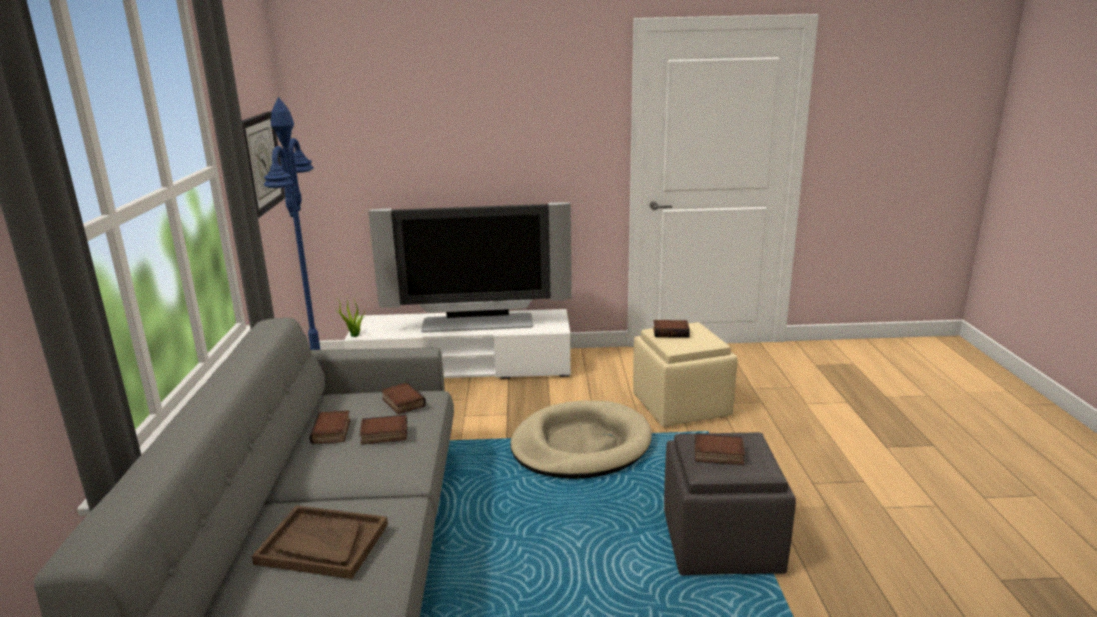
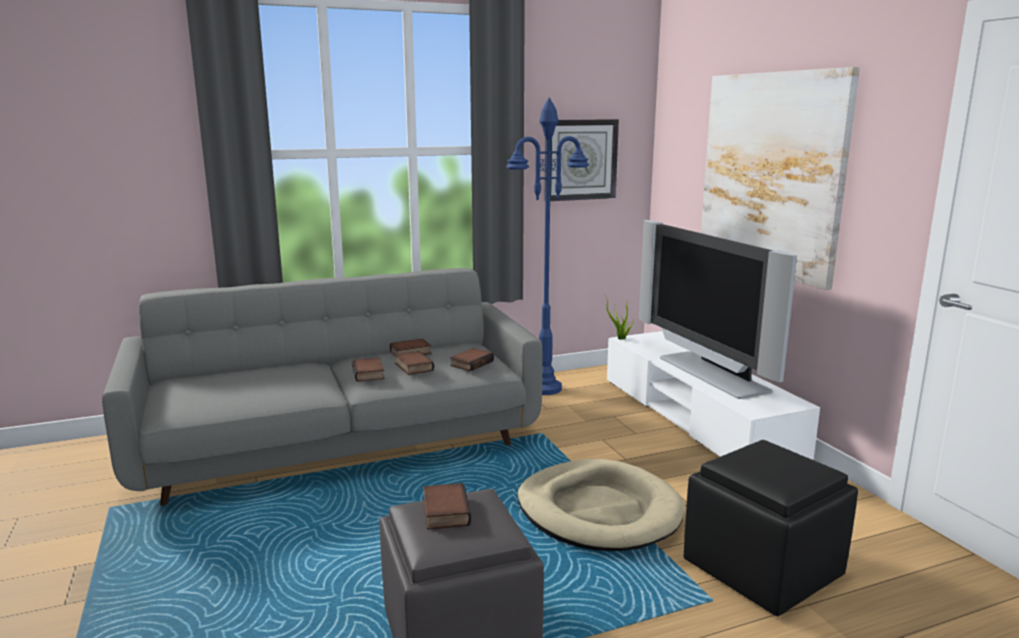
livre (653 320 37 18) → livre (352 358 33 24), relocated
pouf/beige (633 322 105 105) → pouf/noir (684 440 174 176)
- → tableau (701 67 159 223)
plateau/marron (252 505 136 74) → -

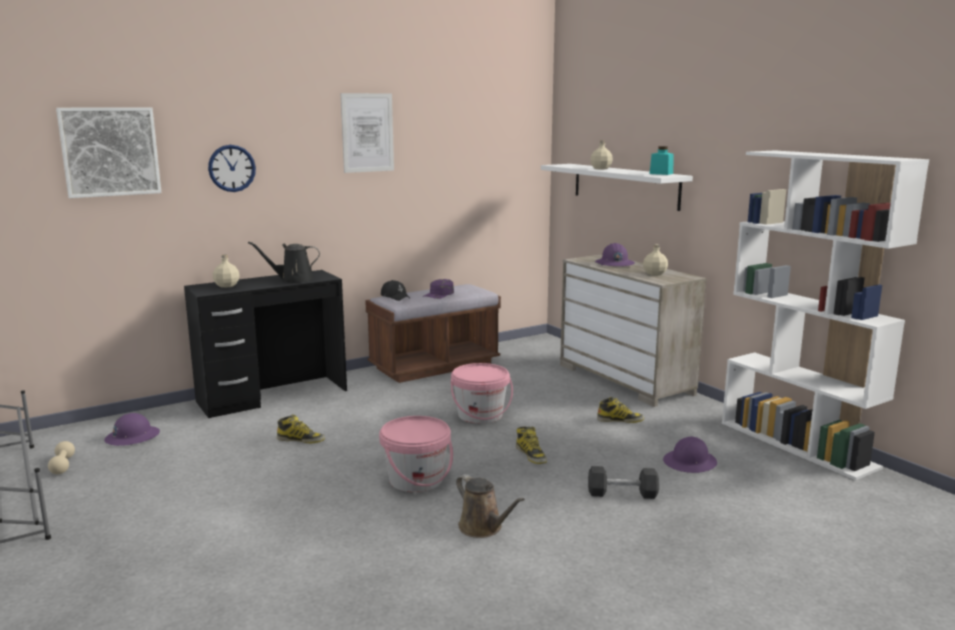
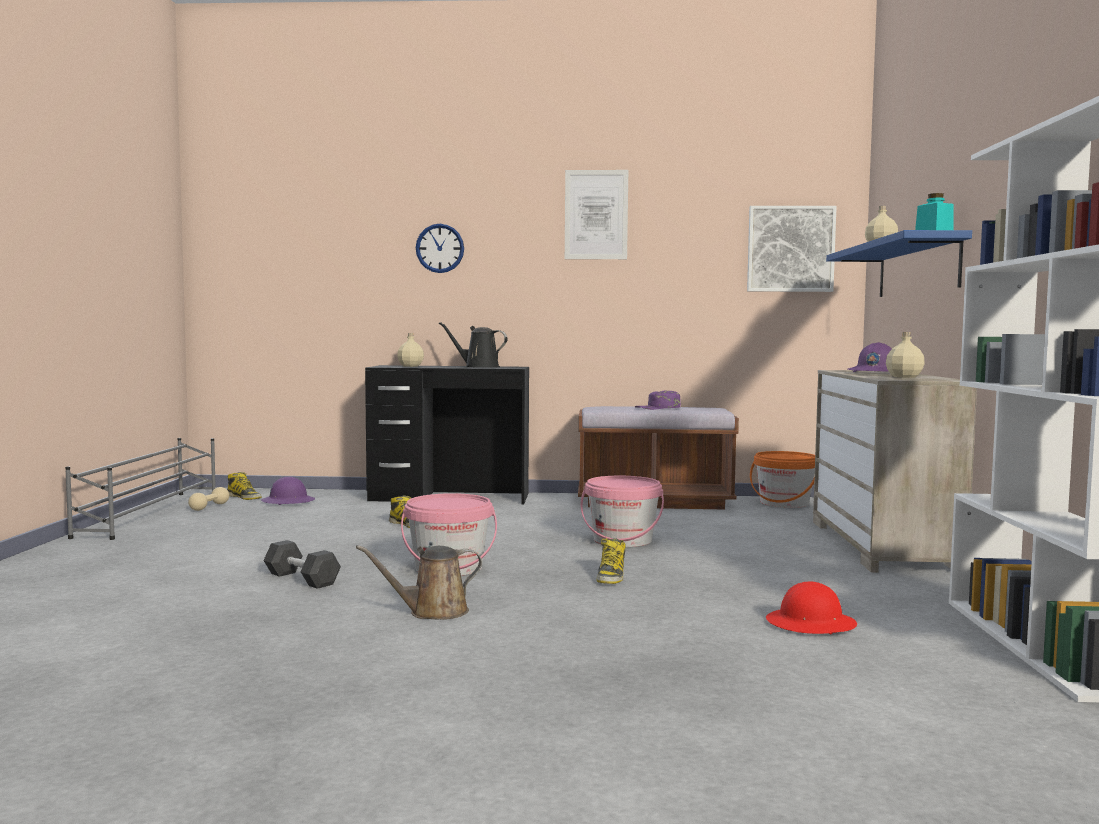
botte (597 397 47 26) → botte (227 472 35 28), relocated
haltère/gris (588 466 71 33) → haltère/gris (263 540 78 49), relocated
arrosoir/marron (456 474 69 64) → arrosoir/marron (356 545 126 75), 75 degrees clockwise
tableau (56 107 105 91) → tableau (747 206 90 86), relocated
- → seau/orange (750 451 65 57)
casque de chantier/violet (663 436 54 37) → casque de chantier/rouge (766 581 91 53)
étagère/blanc (541 164 152 47) → étagère/bleu (826 230 146 67)
casquette/noir (381 280 29 21) → -

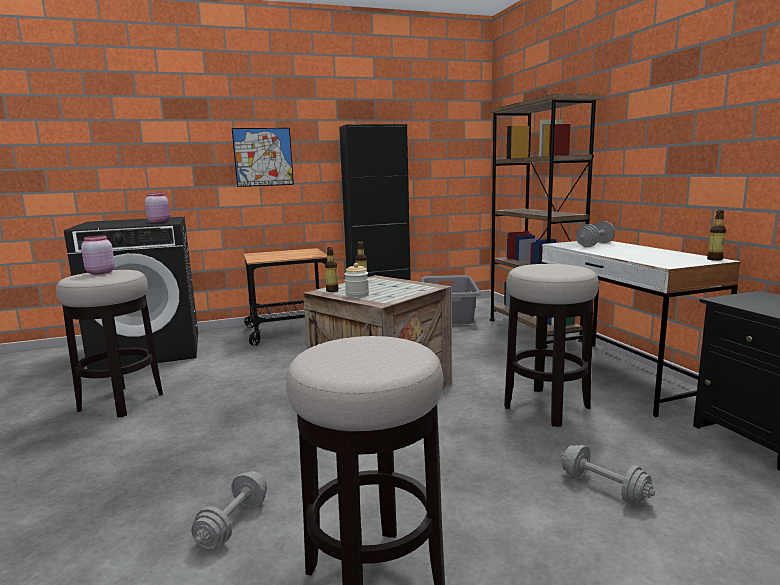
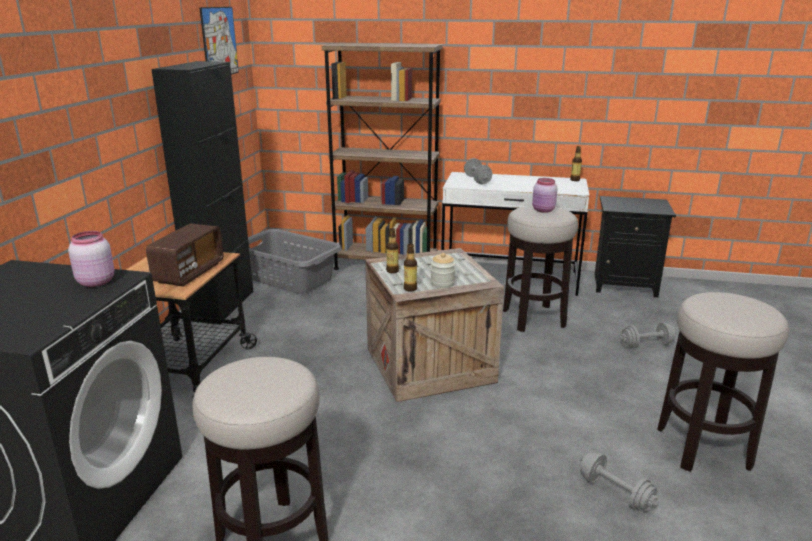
- → radio (146 223 78 63)
tableau (232 128 62 59) → tableau (199 7 40 67), relocated
bocal/rose (81 236 34 39) → bocal/rose (532 178 26 35), relocated

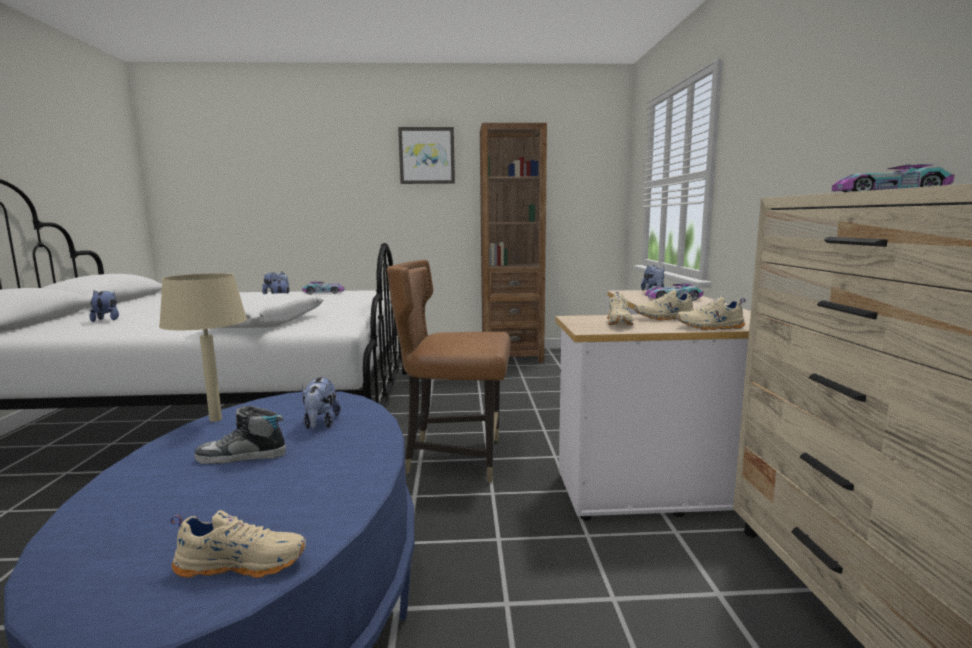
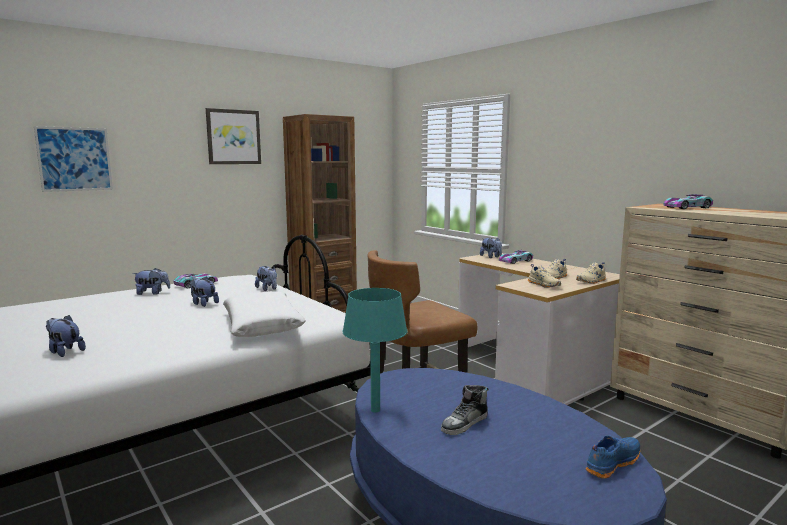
- → tableau (34 126 79 66)
peluche (302 377 39 52) → peluche (255 266 22 25), relocated
lampe de table/beige (159 273 88 149) → lampe de table/turquoise (342 288 65 125)
chaussure/beige (171 510 135 68) → chaussure/bleu (586 435 54 44)

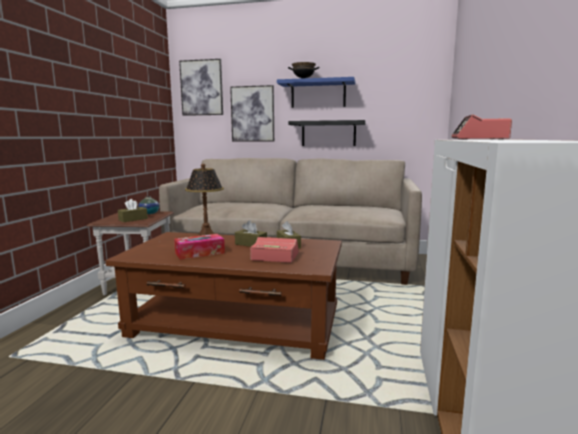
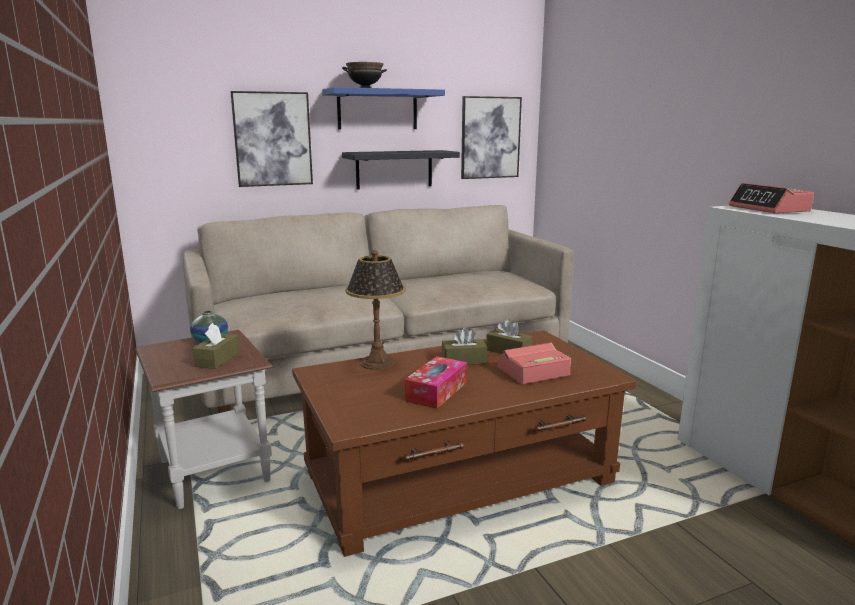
tableau (179 59 44 57) → tableau (461 96 61 83), relocated

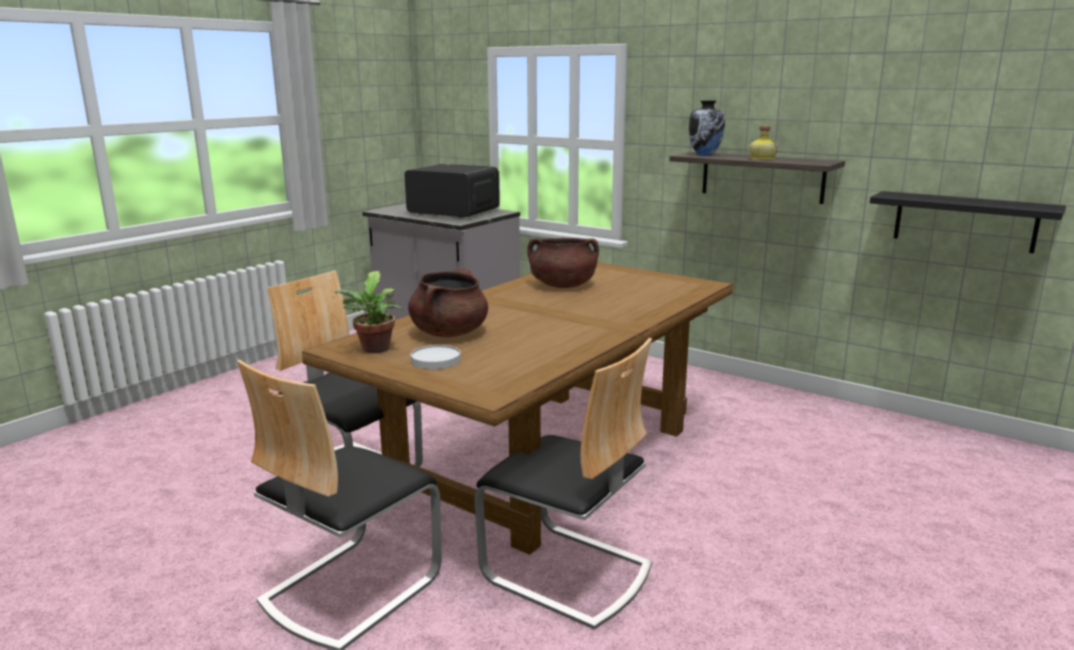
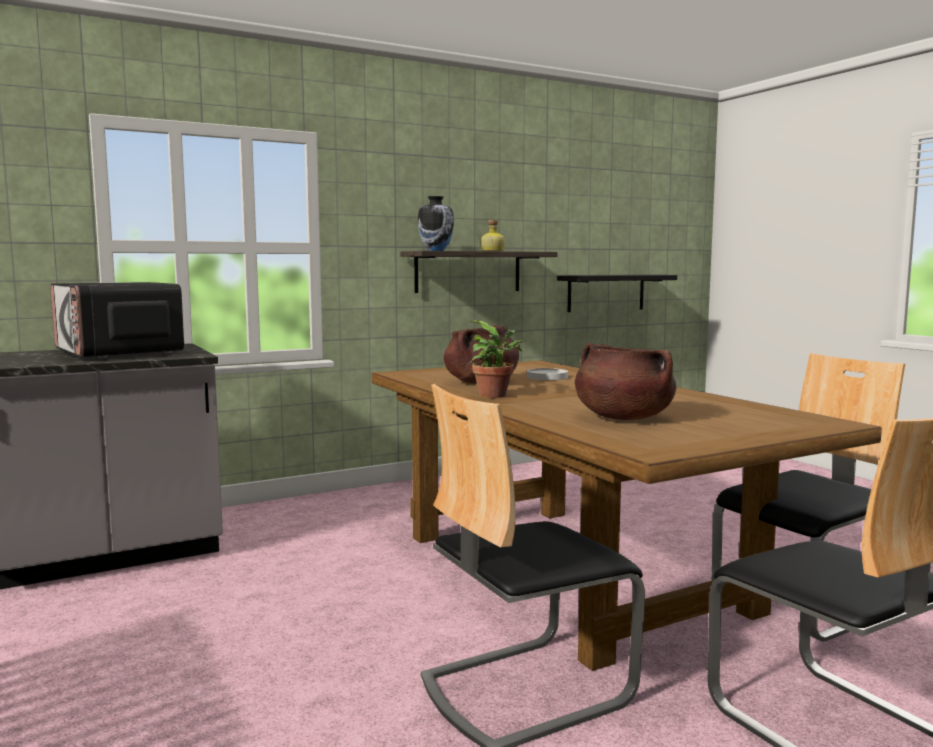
micro-ondes (404 164 96 55) → micro-ondes (51 282 133 77), 90 degrees counterclockwise
plante en pot (335 271 68 82) → plante en pot (469 321 55 77), relocated
assiette/blanc (411 345 50 24) → assiette/blanc (527 368 41 12), relocated

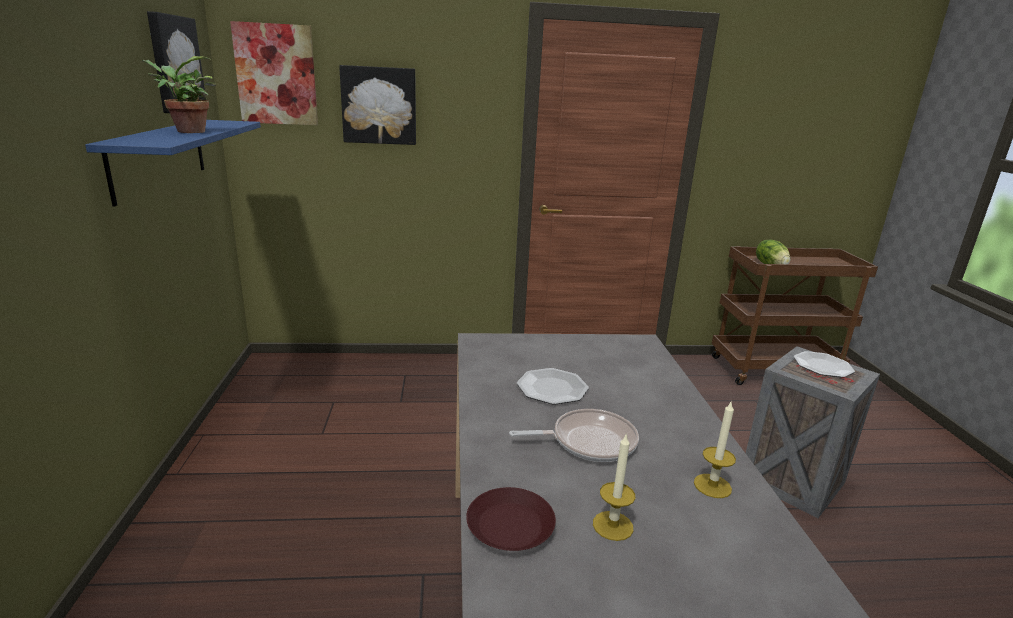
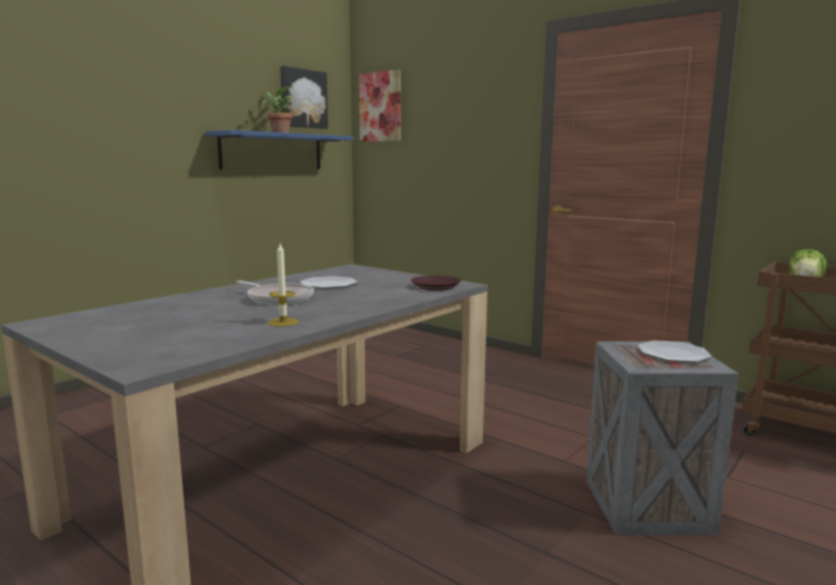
assiette/marron (466 487 90 64) → assiette/marron (411 276 50 14), relocated
tableau (339 65 77 80) → -
bougie (593 433 42 108) → -

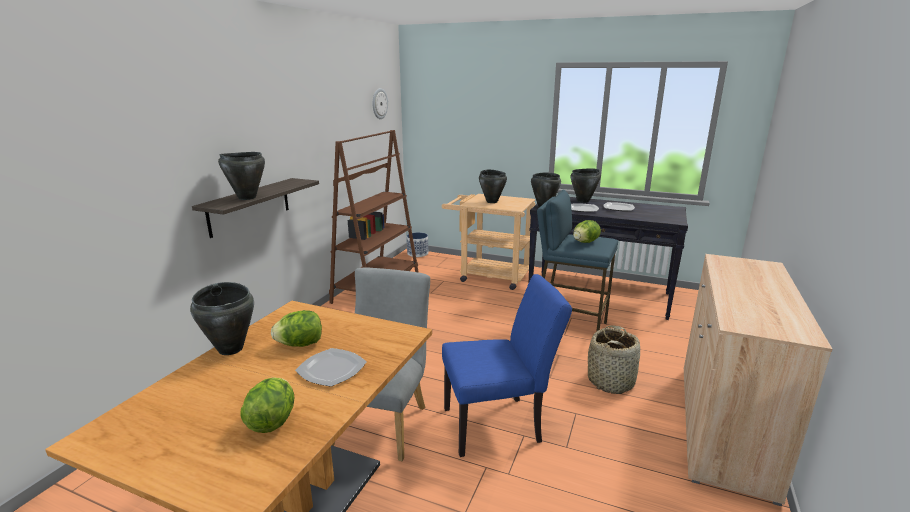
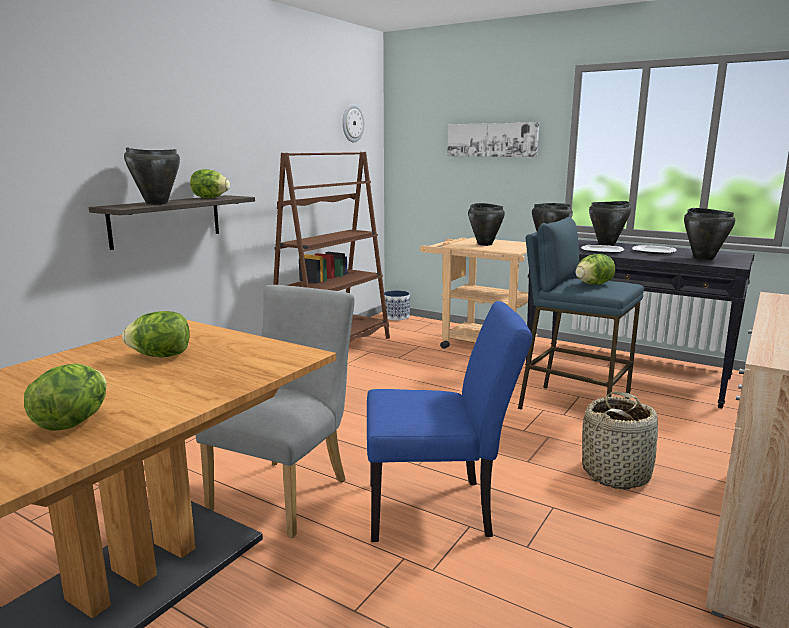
- → laitue (190 169 40 29)
- → tableau (447 122 92 35)
marmite/noir (190 282 64 73) → marmite/noir (684 208 51 52), relocated
assiette (295 348 72 39) → -

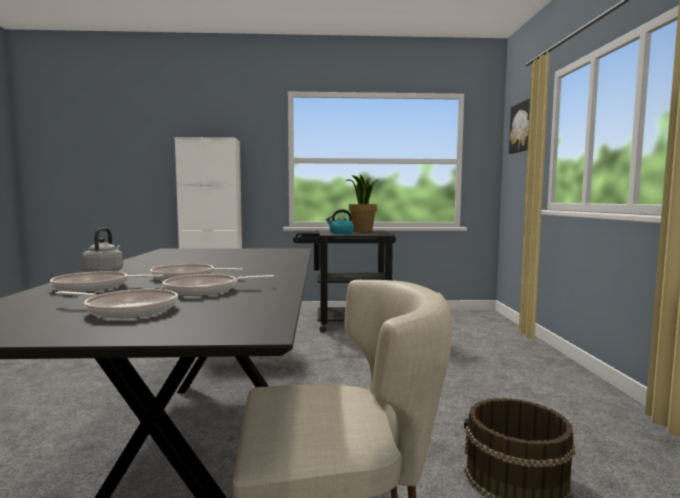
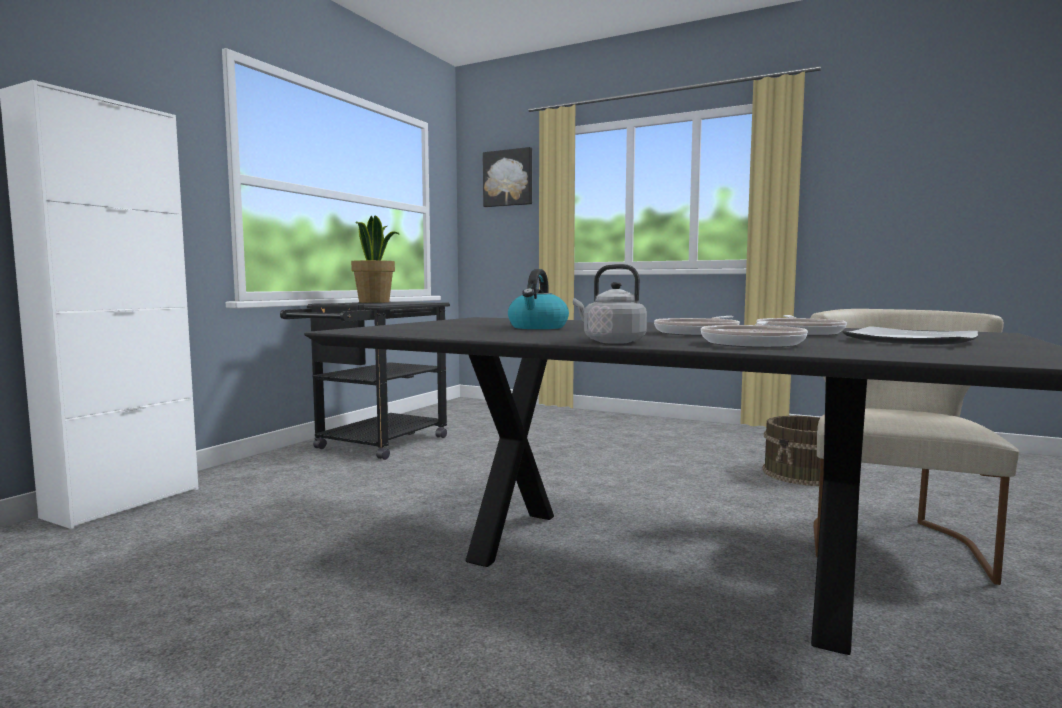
bouilloire (326 209 28 25) → bouilloire (508 269 61 60), relocated
poêle (55 289 123 30) → assiette (842 326 136 19)

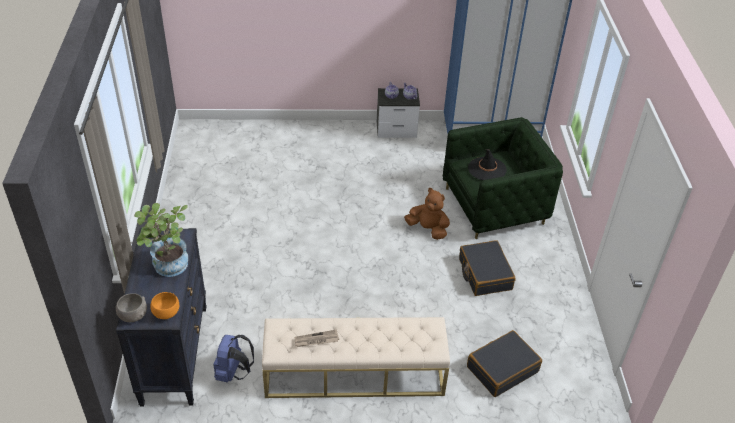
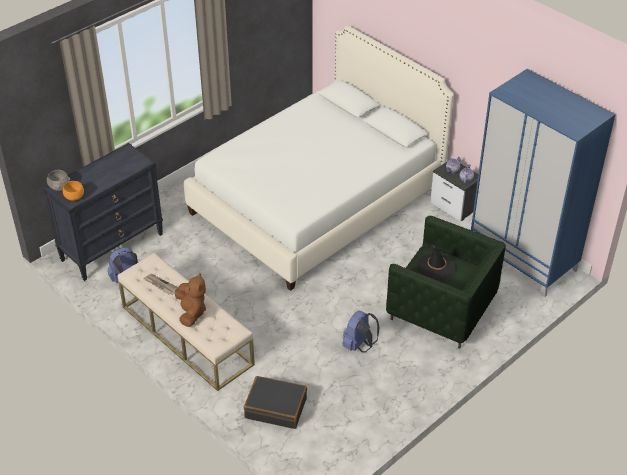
peluche/marron (404 188 46 52) → peluche/marron (175 273 31 54), relocated
- → lit/blanc (184 26 270 265)
valise/noir (459 240 57 56) → sac à dos/bleu (342 310 38 42)
plante en pot (134 203 54 74) → -

